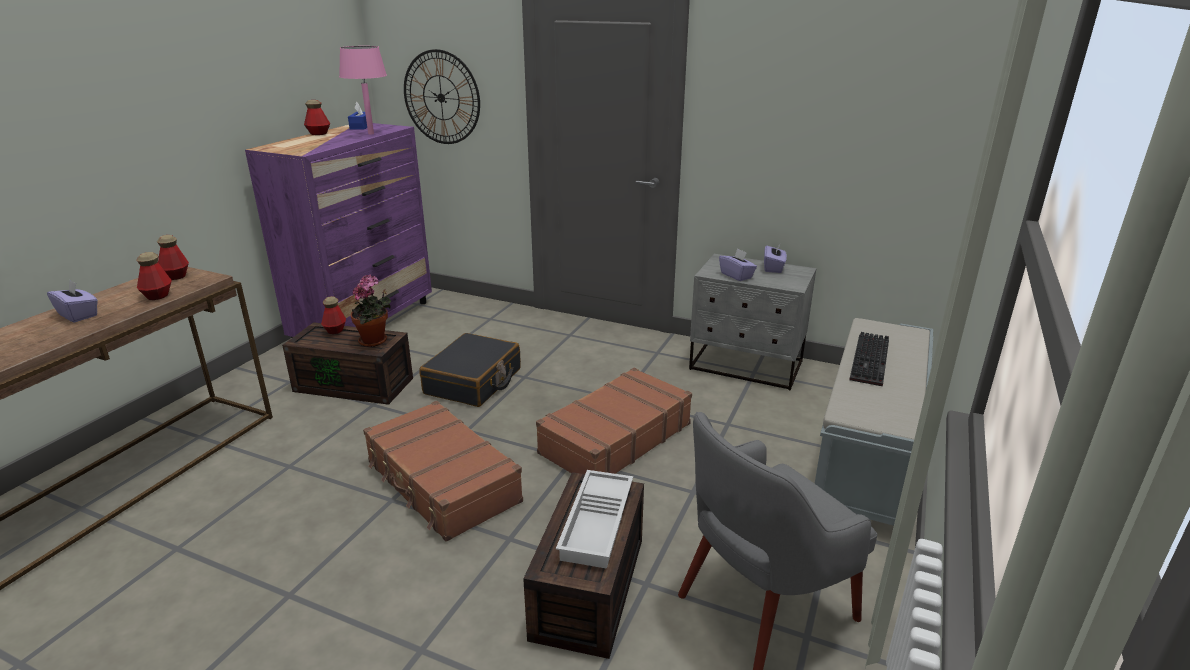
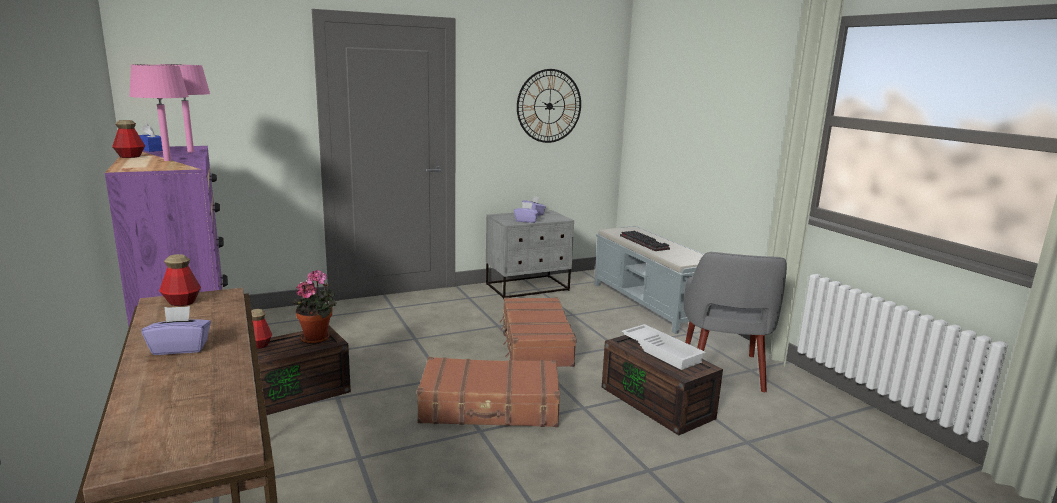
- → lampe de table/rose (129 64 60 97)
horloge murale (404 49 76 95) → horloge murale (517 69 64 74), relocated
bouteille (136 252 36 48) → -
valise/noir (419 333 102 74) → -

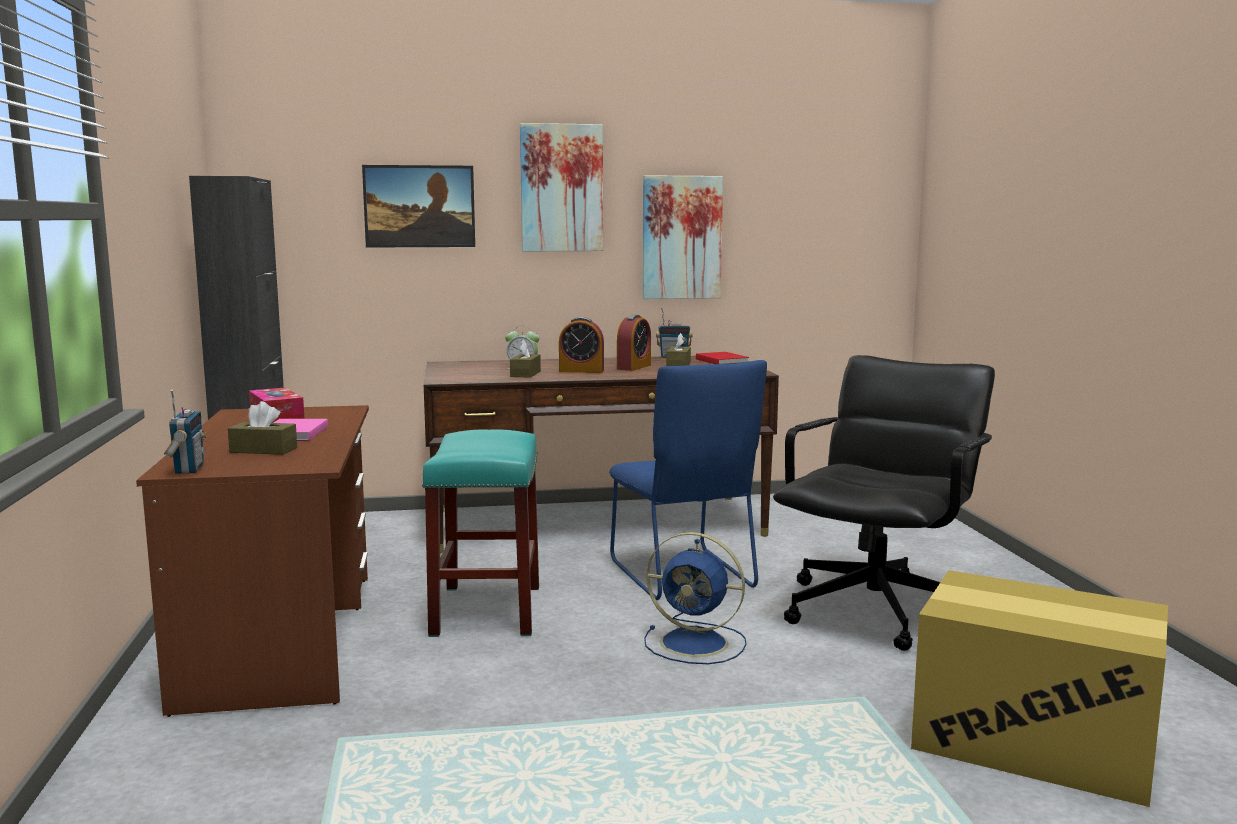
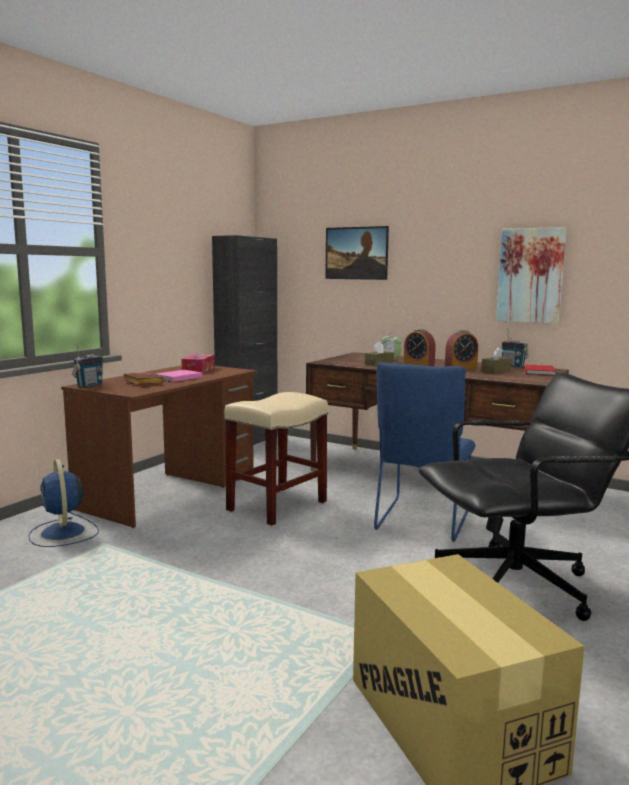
ventilateur/bleu (644 532 103 132) → ventilateur/bleu (29 459 70 88), relocated
boîte à mouchoirs/marron (228 401 69 54) → livre/marron (123 372 41 13)
tabouret/turquoise (422 429 117 208) → tabouret/beige (224 392 104 134)
tableau (520 123 83 128) → -

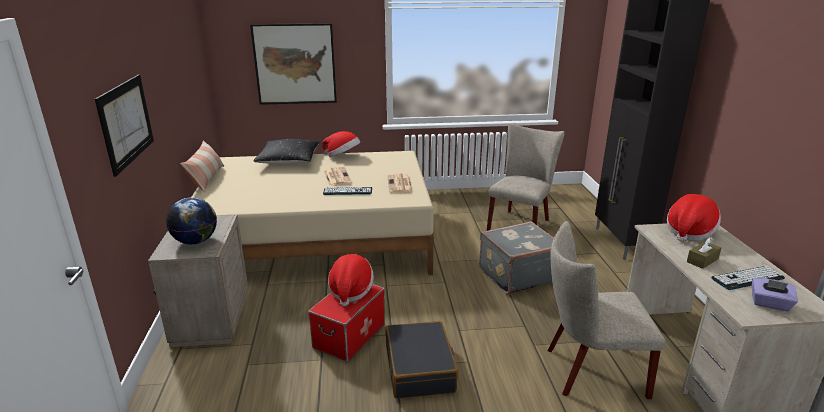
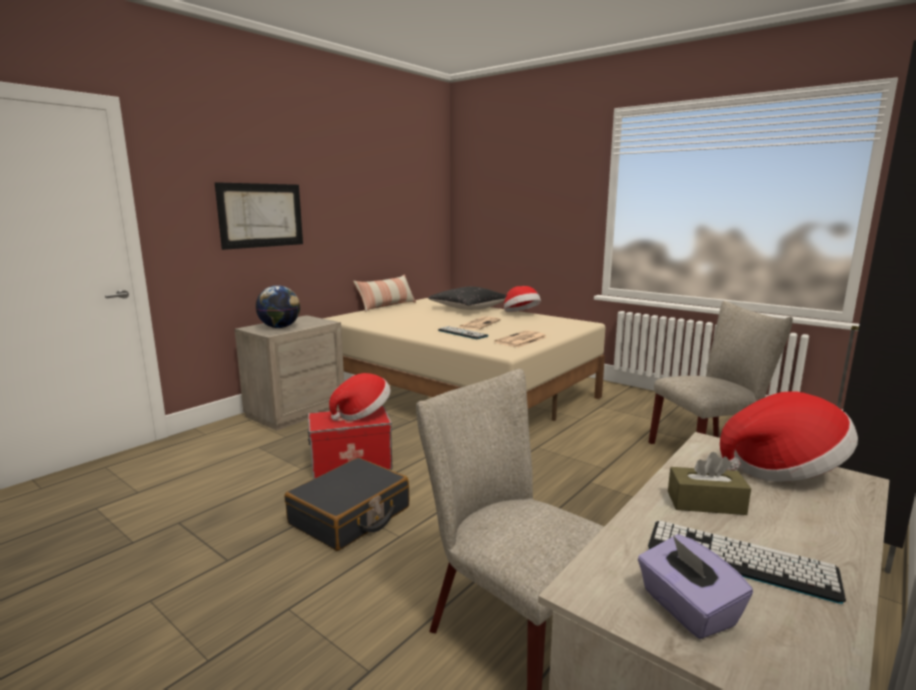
tableau (250 23 87 82) → -
valise/gris (479 221 75 74) → -

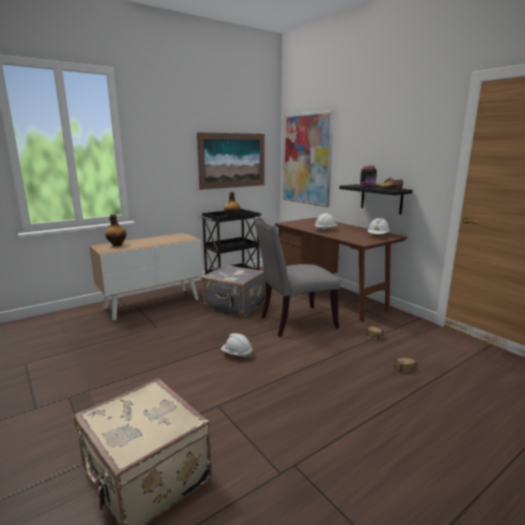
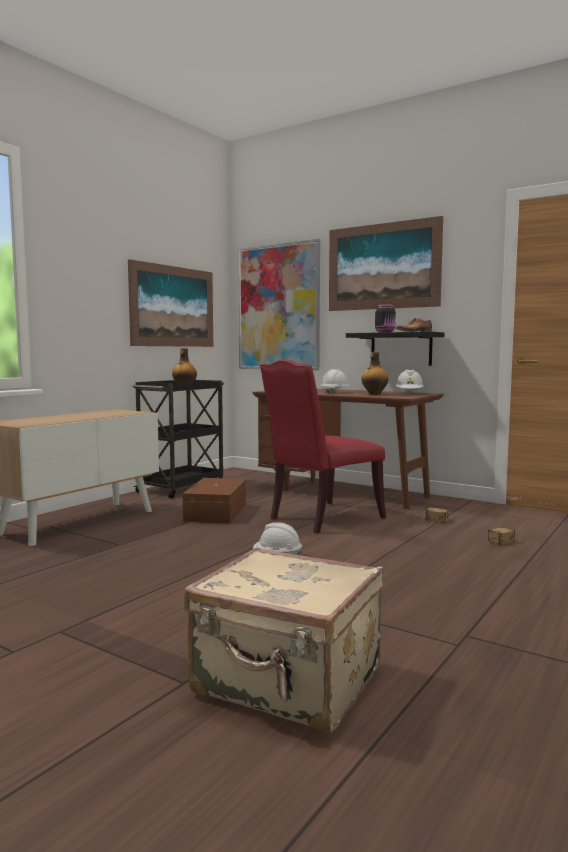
valise/gris (202 265 63 52) → boîte de rangement/marron (183 478 63 46)
chaise/gris (254 216 86 121) → chaise/rouge (260 359 126 175)
- → tableau (329 216 114 95)
bouteille (105 214 21 32) → bouteille (362 352 26 43), relocated

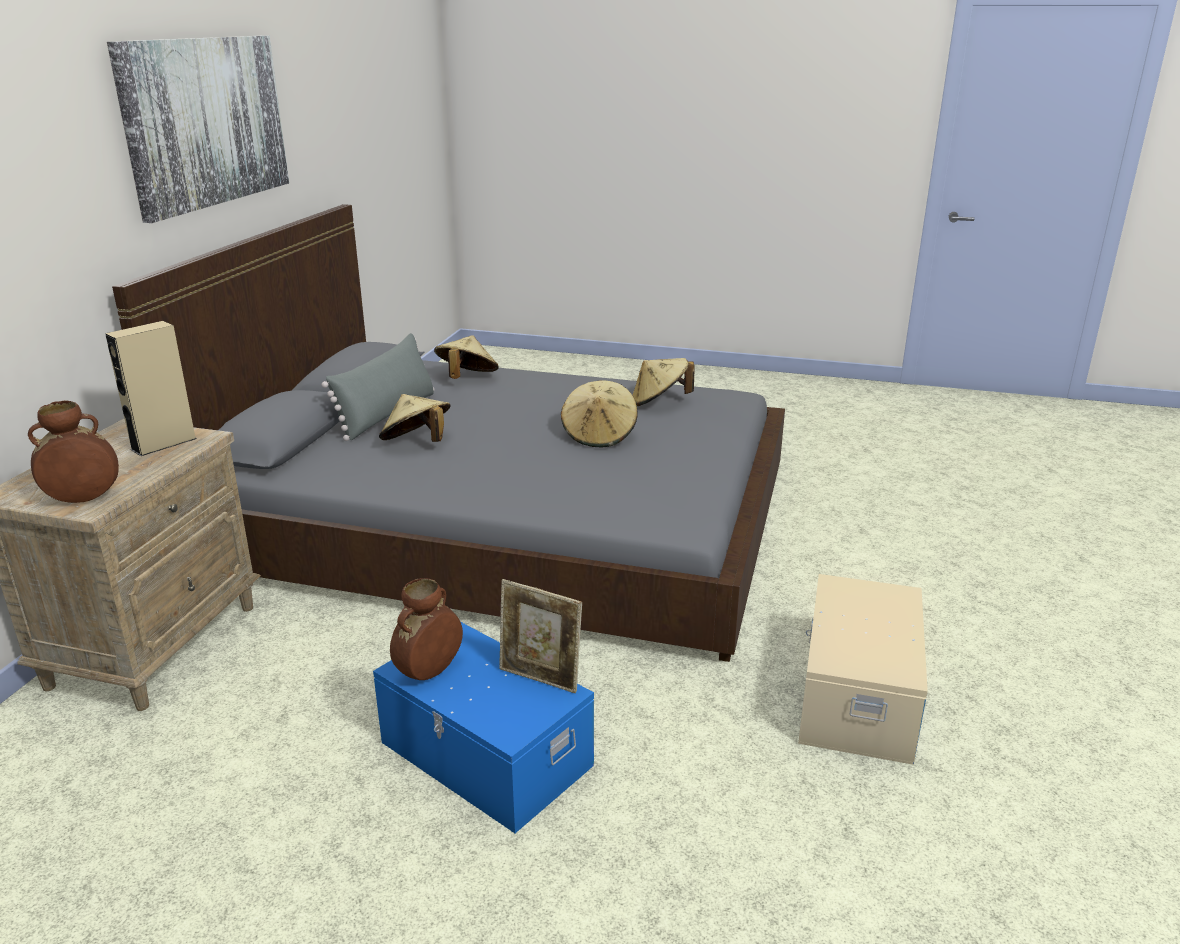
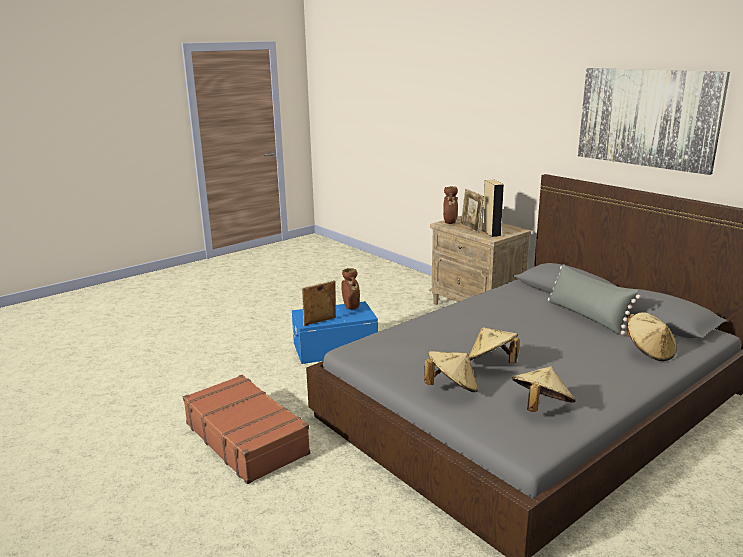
boîte de rangement/beige (798 574 130 191) → valise/marron (183 375 127 109)
chapeau/beige (379 394 72 48) → chapeau/beige (424 351 54 41), relocated
- → cadre photo (461 189 23 44)

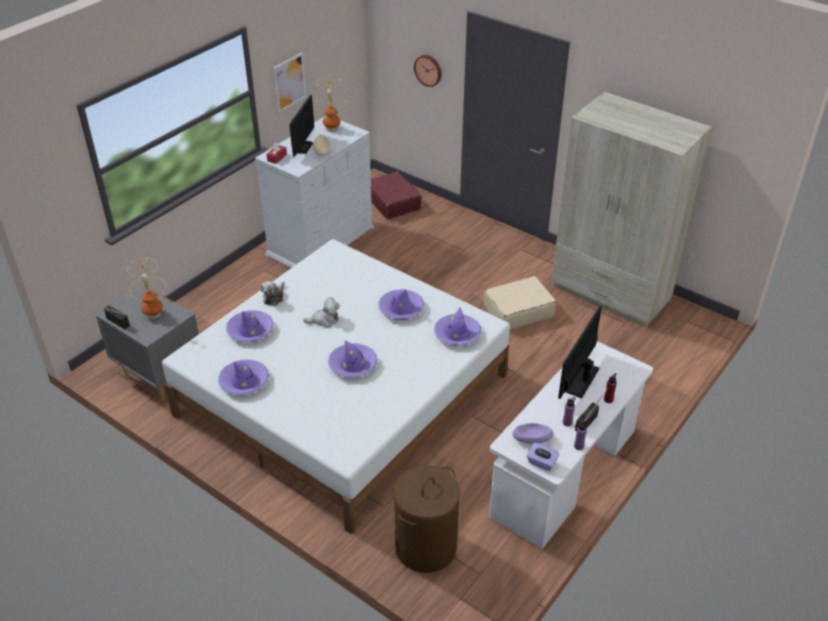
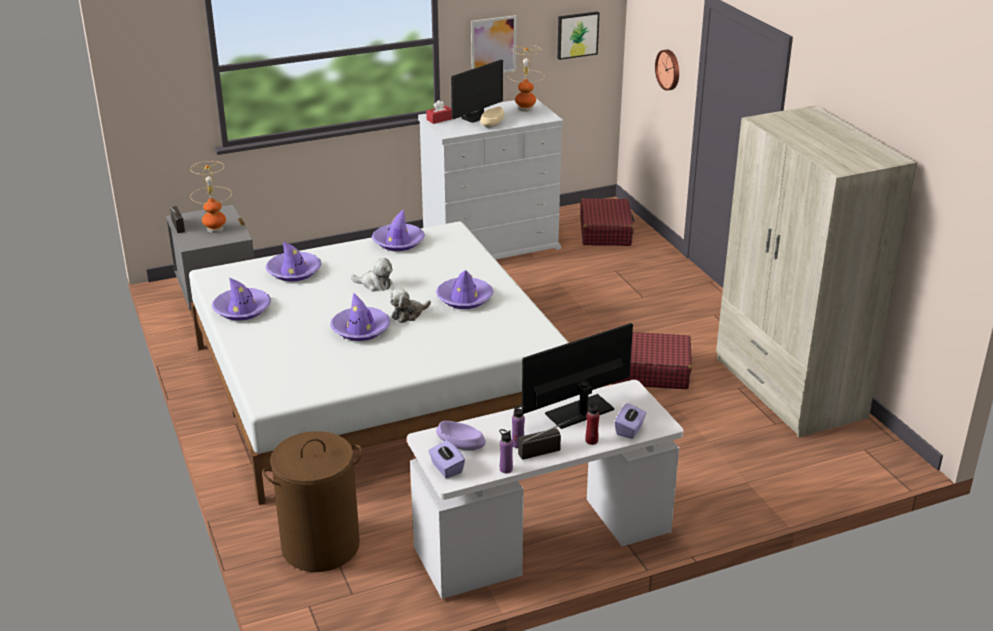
chapeau/violet (434 307 48 39) → chapeau/violet (372 209 53 42), relocated
peluche (261 281 24 25) → peluche (390 289 41 34), relocated
- → tableau (557 11 42 49)
valise/beige (484 276 72 54) → valise/rouge (612 332 80 57)
- → boîte à mouchoirs/violet (615 403 32 36)

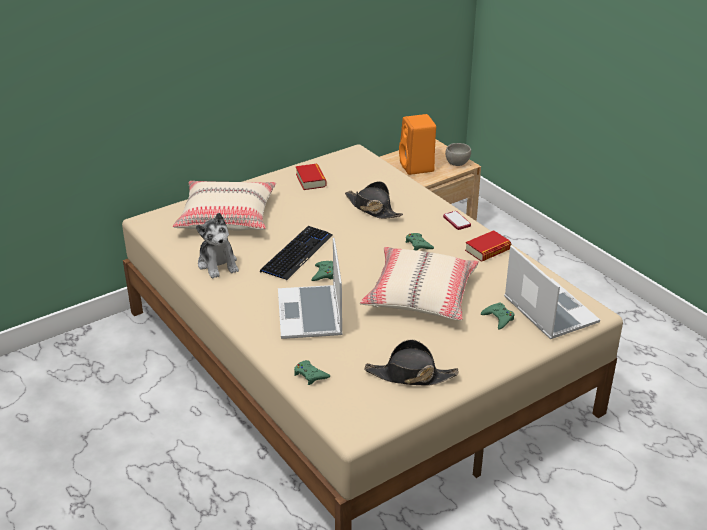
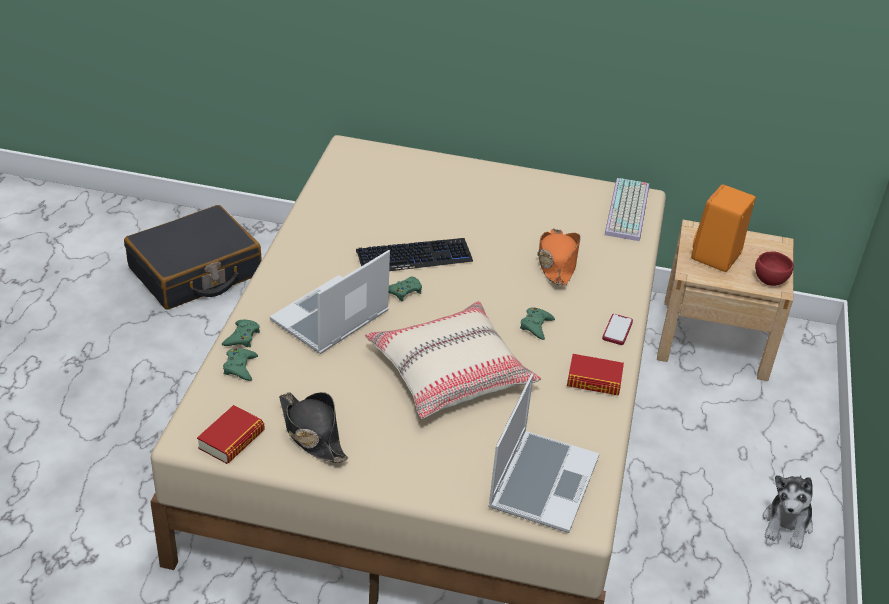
- → valise/noir (124 205 138 104)
livre (296 164 31 26) → livre (197 405 68 59), relocated
manette/vert (481 302 34 28) → manette/vert (222 320 38 27), relocated
chapeau/noir (345 181 58 38) → chapeau/orange (537 228 44 58)
- → clavier (605 178 44 63)
bol/gris (445 143 26 23) → bol/rouge (755 251 39 35)
peluche (196 213 43 65) → peluche (763 475 50 74), relocated
coussin/beige (173 181 103 49) → -

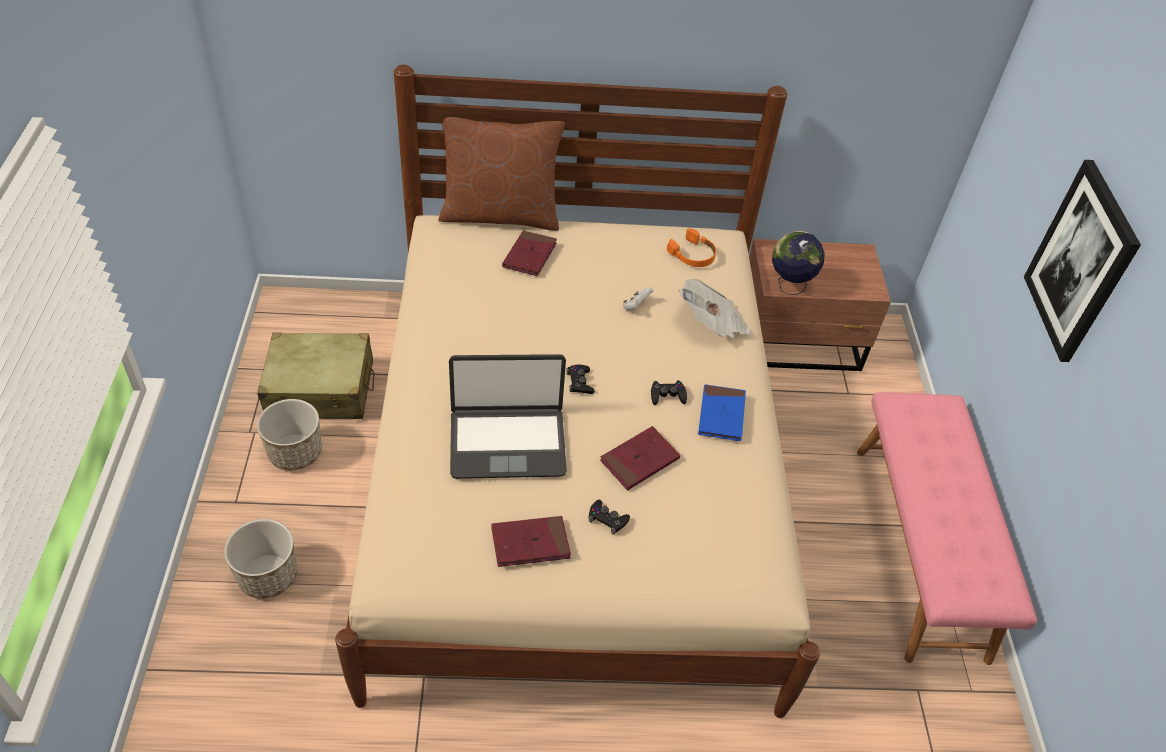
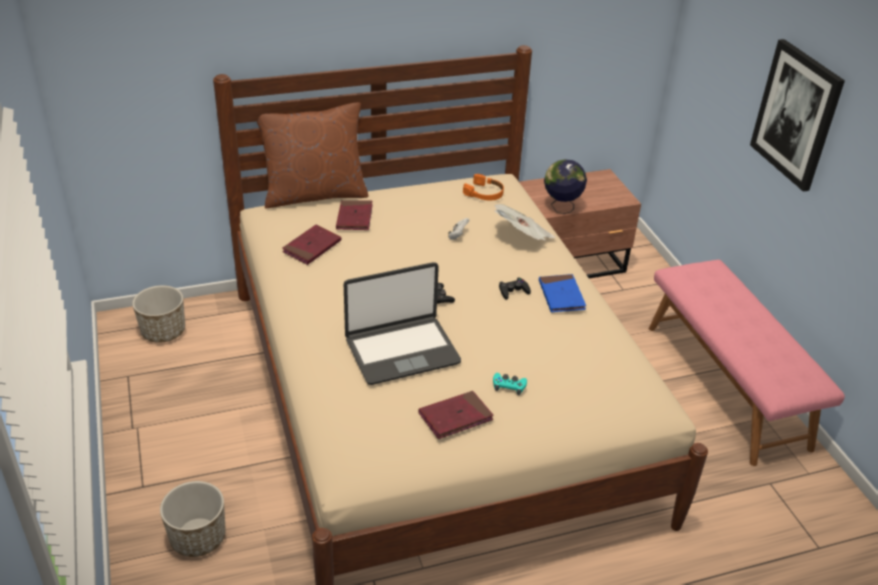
cache-pot (257 399 65 71) → cache-pot (132 285 53 58), relocated
livre/rouge (600 426 80 65) → livre/rouge (282 224 59 41), relocated
manette/noir (588 500 42 35) → manette/turquoise (493 373 34 22)
valise/beige (257 333 117 86) → -

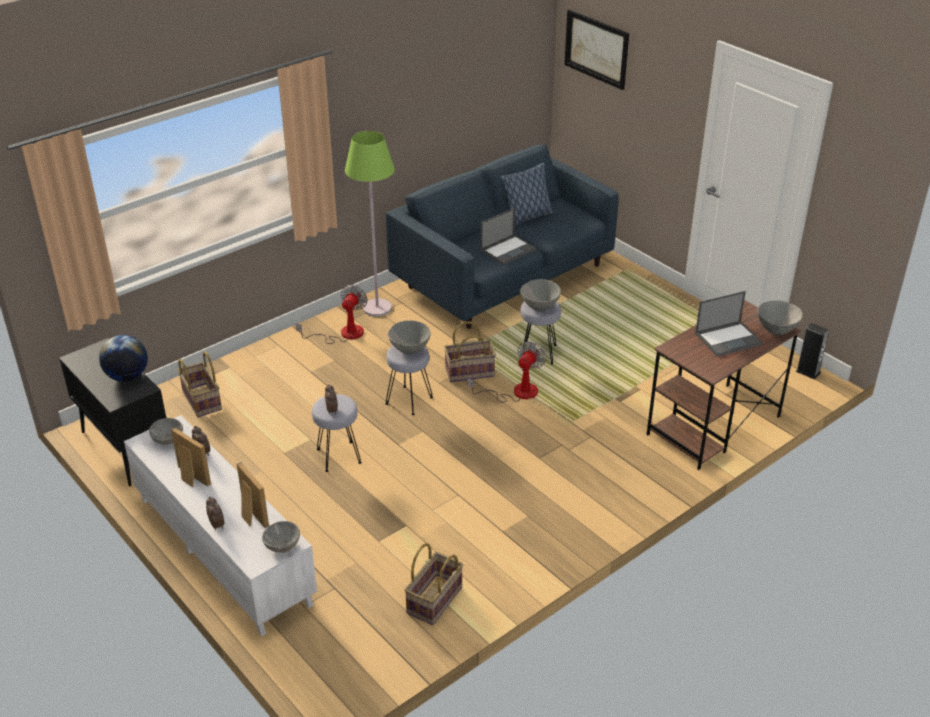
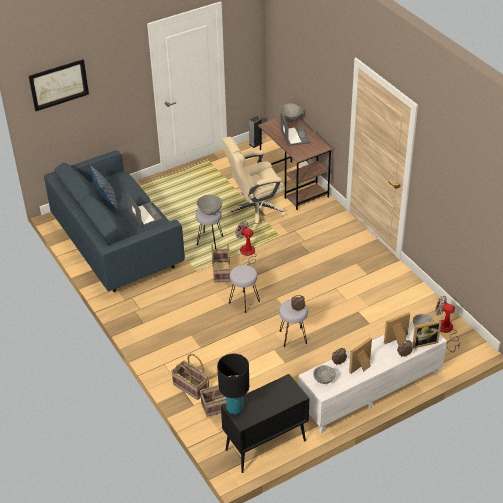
panier (404 543 59 82) → panier (171 354 38 46), relocated
- → lampe de table/noir (217 354 32 60)
- → chaise de bureau/beige (222 137 63 91)
- → cadre photo (412 320 29 29)
ventilateur (296 285 72 59) → ventilateur (435 296 25 56), relocated
globe (99 335 49 47) → -
lampadaire/vert (345 131 50 186) → -
bol/gris (388 320 42 34) → -

